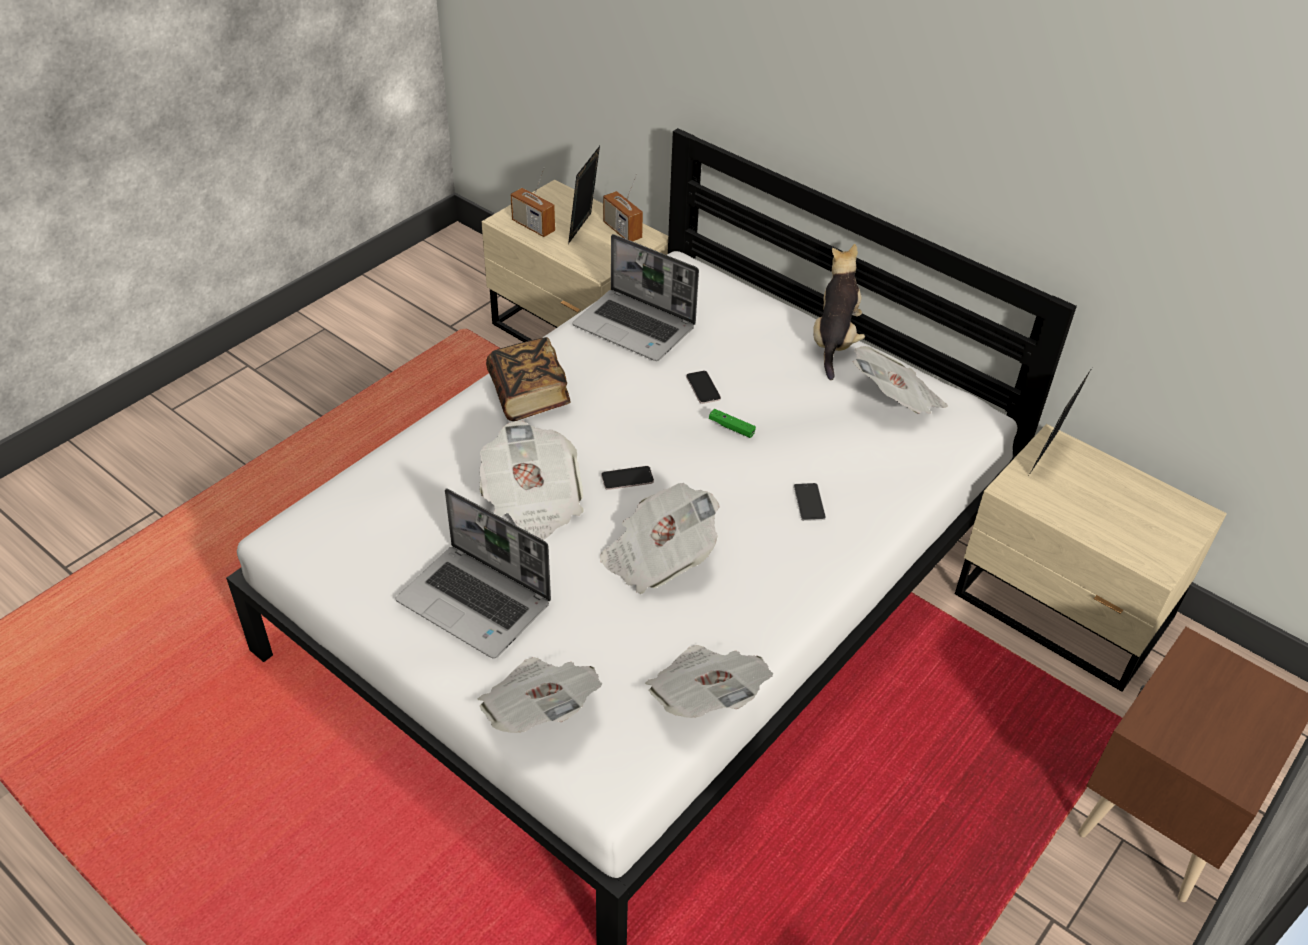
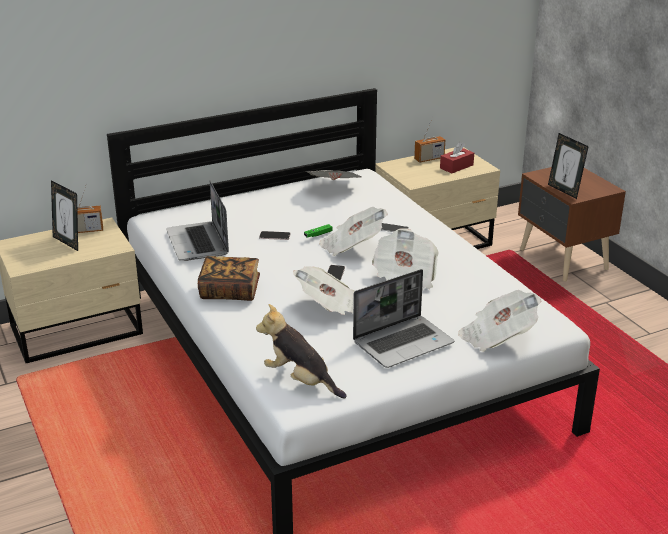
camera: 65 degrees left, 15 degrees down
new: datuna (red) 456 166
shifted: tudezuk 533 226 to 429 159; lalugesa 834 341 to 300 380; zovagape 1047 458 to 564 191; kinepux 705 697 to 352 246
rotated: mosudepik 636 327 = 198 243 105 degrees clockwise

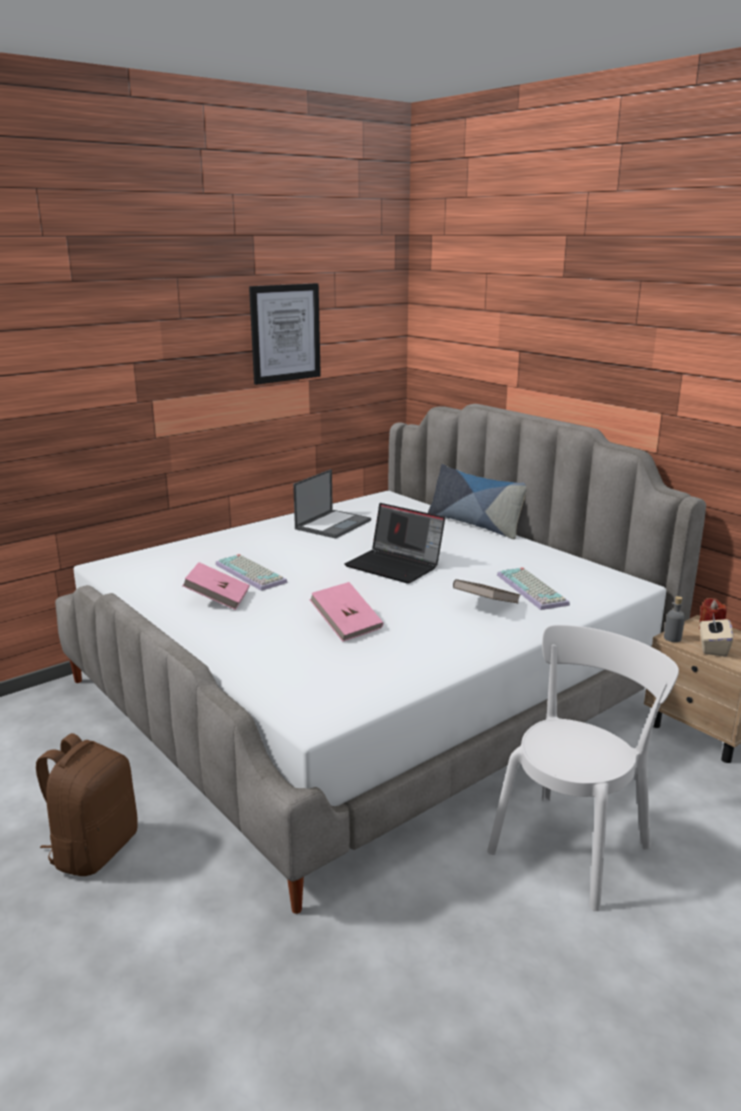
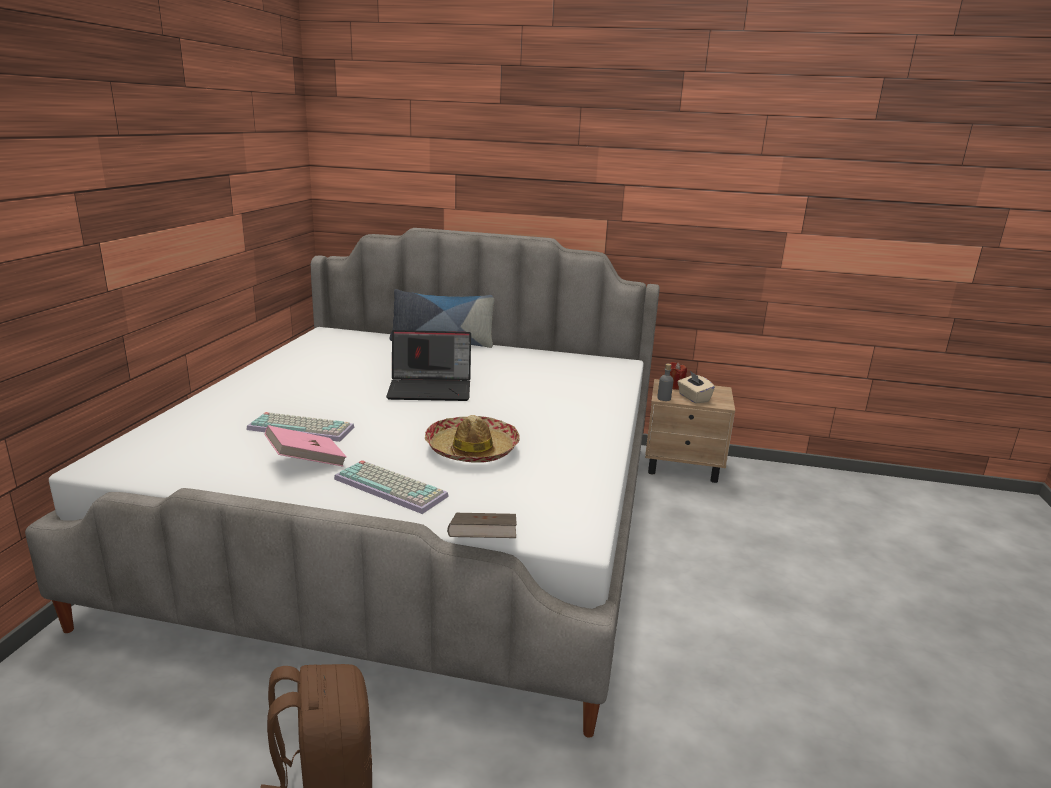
camera: 40 degrees left, 0 degrees up
gone: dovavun 285 333; mosudepik 333 524; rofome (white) 572 844
shifted: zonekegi 533 590 to 393 487; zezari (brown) 486 606 to 483 543
swapped: zezari (pink) 346 625 to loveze 472 449

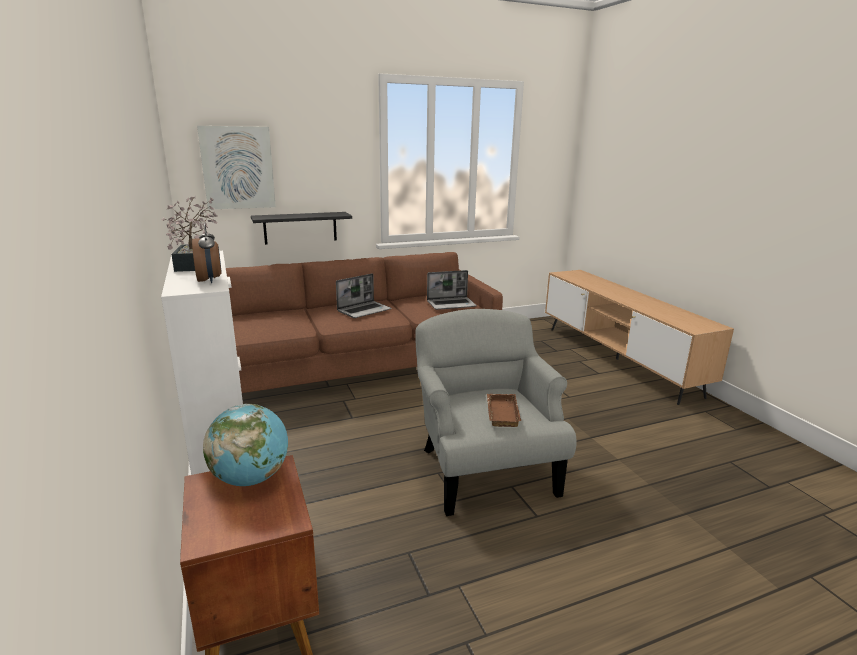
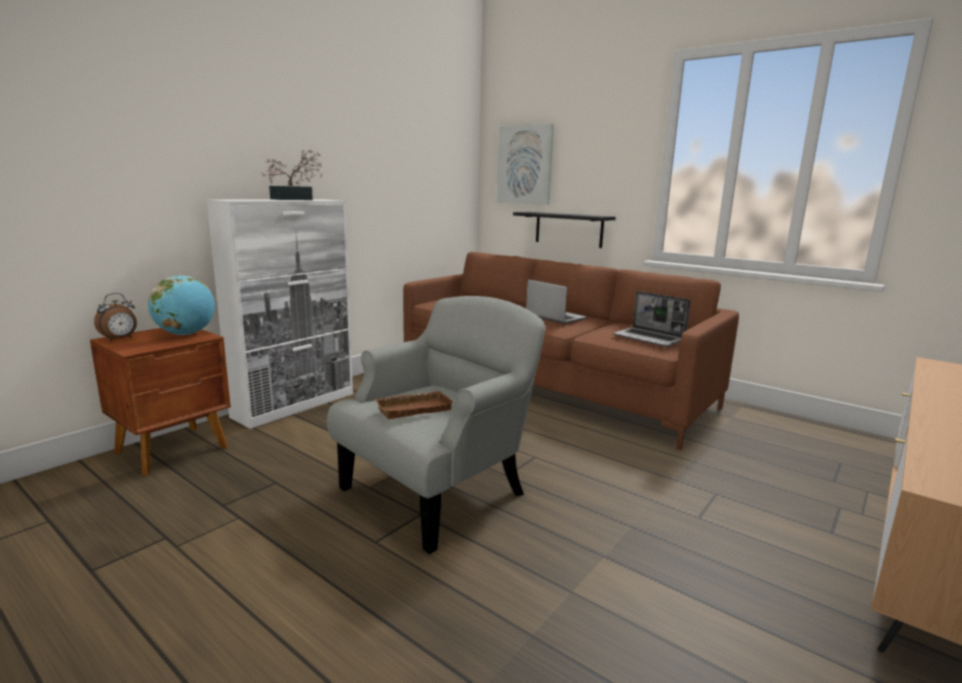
camera: 60 degrees right, 5 degrees down
shifted: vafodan 210 280 to 120 339
rotated: mosudepik 364 310 = 554 317 150 degrees counterclockwise

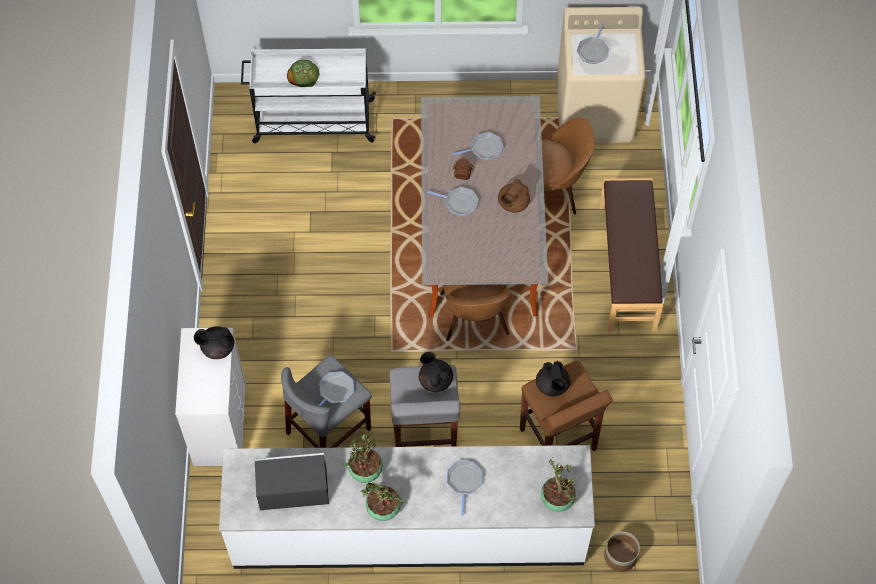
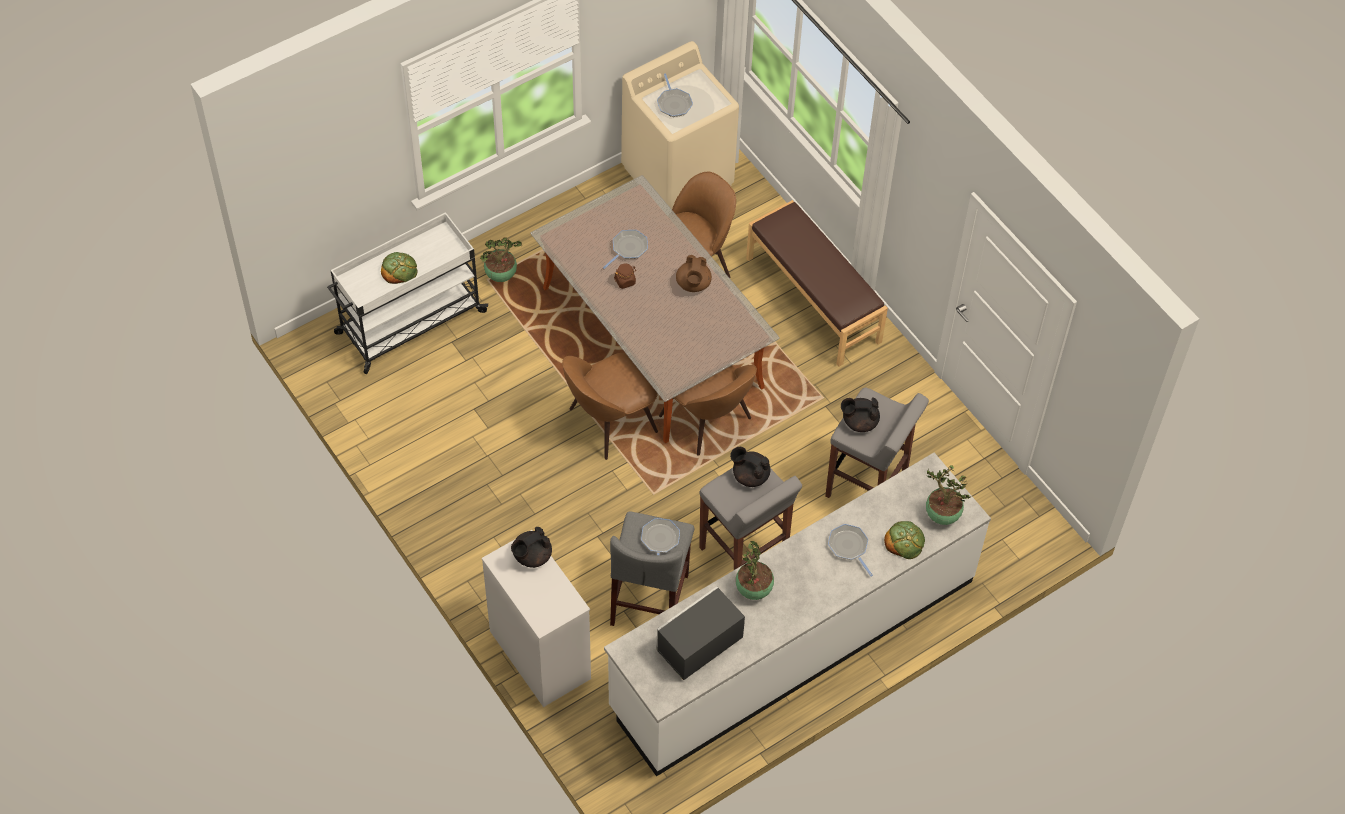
camera: 35 degrees left, 5 degrees down
gone: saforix 459 202; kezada 620 556
new: rofome (brown) 609 422; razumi 904 541
shifted: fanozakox 384 509 to 502 275
repainted: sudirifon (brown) 558 440 to sudirifon (grey) 867 487
rotated: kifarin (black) 552 386 = 859 421 135 degrees clockwise

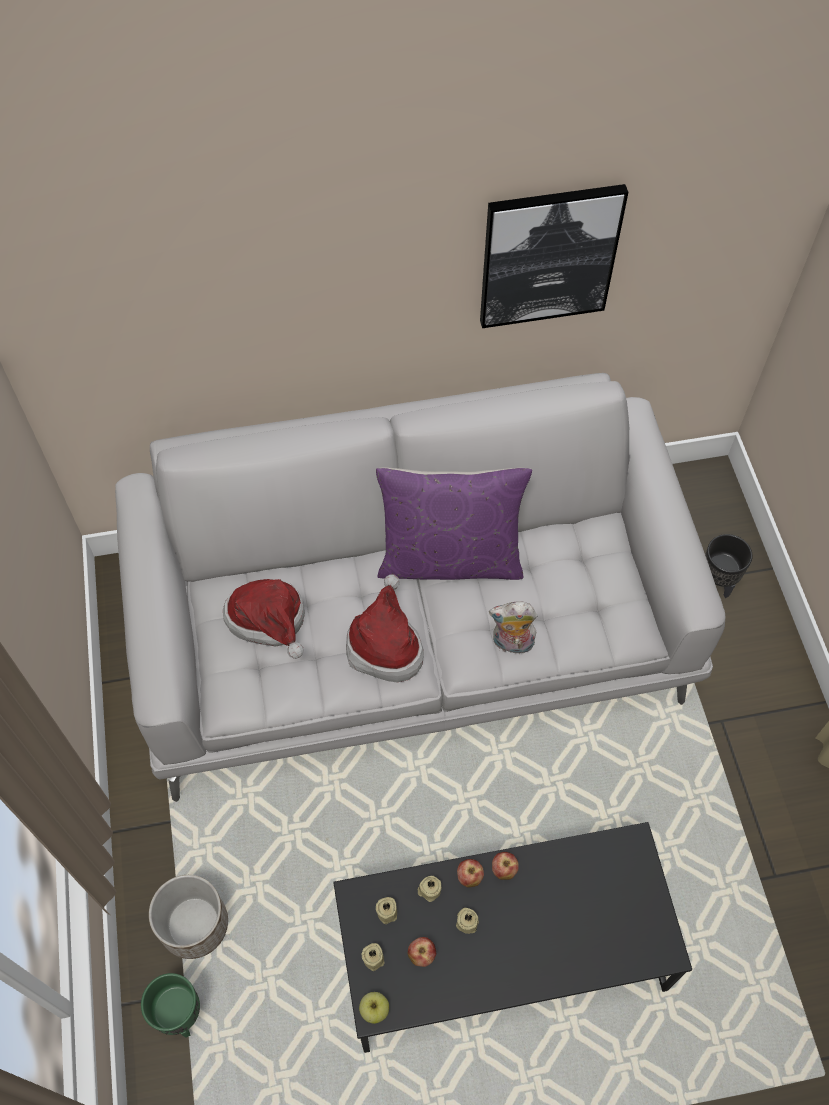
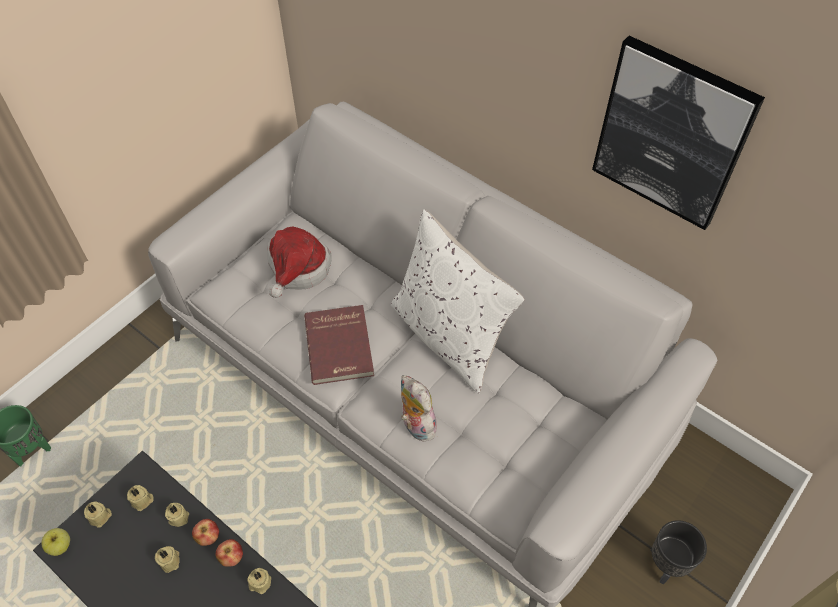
camera: 50 degrees right, 5 degrees down
gone: kezada 193 924; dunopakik 422 955
new: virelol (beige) 260 583
swapped: loveze 385 645 to zezari (red) 340 346
repainted: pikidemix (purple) 450 559 to pikidemix (white) 449 336

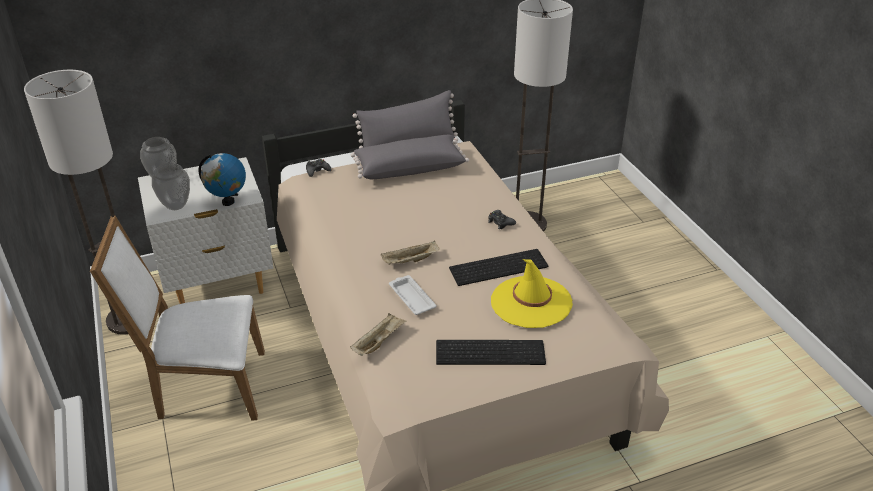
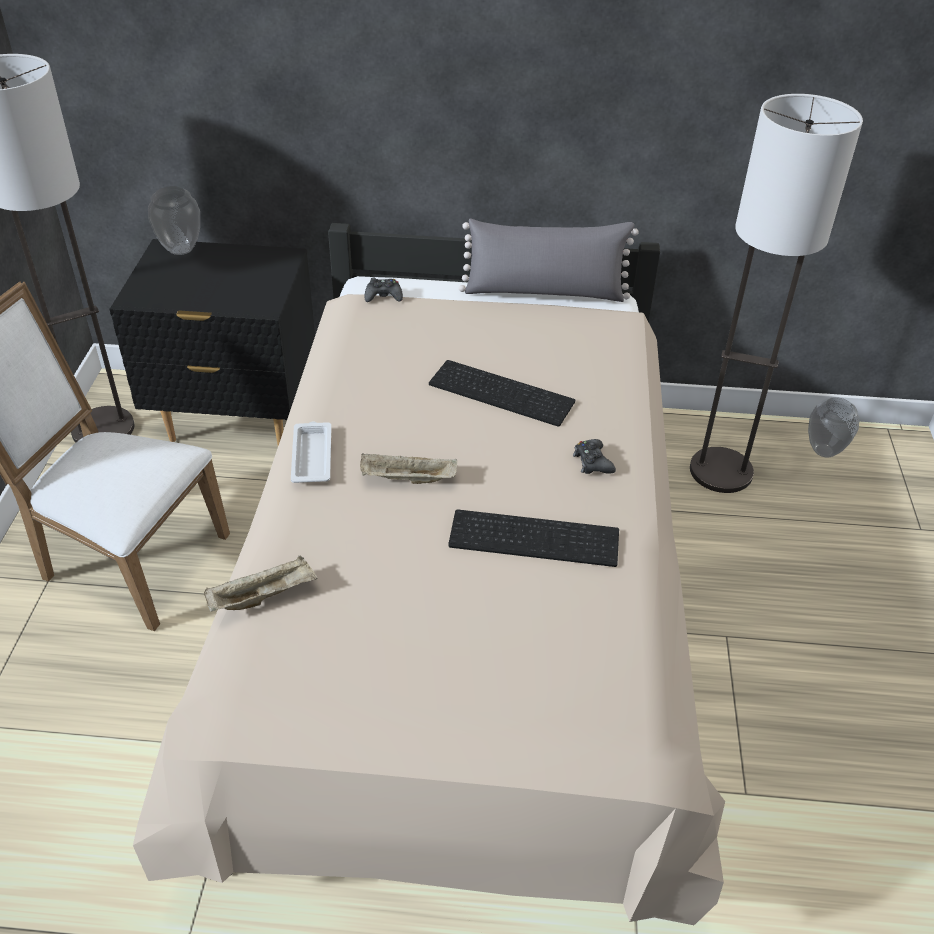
camera: 25 degrees right, 5 degrees up
gone: pikidemix (grey) 409 168; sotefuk 228 202; loveze (yellow) 531 302
shifted: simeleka 176 206 to 824 451; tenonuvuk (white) 411 297 to 312 456; zonekegi 491 351 to 503 392
repainted: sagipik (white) 219 285 to sagipik (black) 236 419

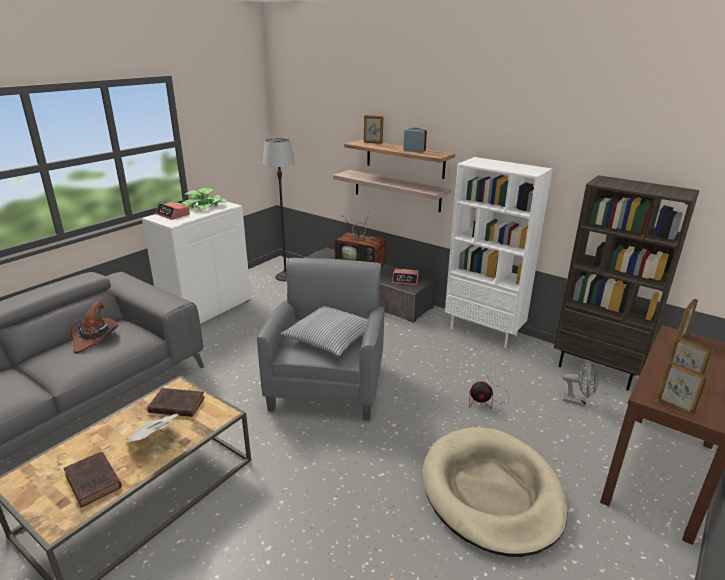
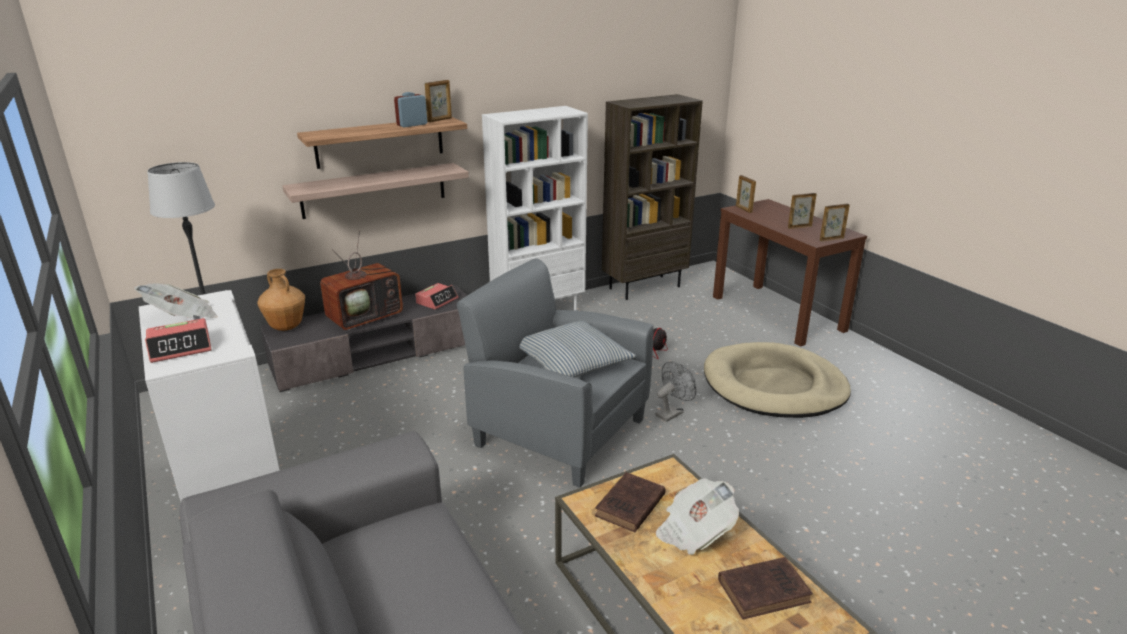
camera: 65 degrees left, 0 degrees up
gone: loveze (brown) 95 338
new: simeleka (brown) 286 327
shifted: zovagape 373 142 to 440 120; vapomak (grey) 578 401 to 672 412
swapped: fanozakox 204 207 to kinepux 183 318

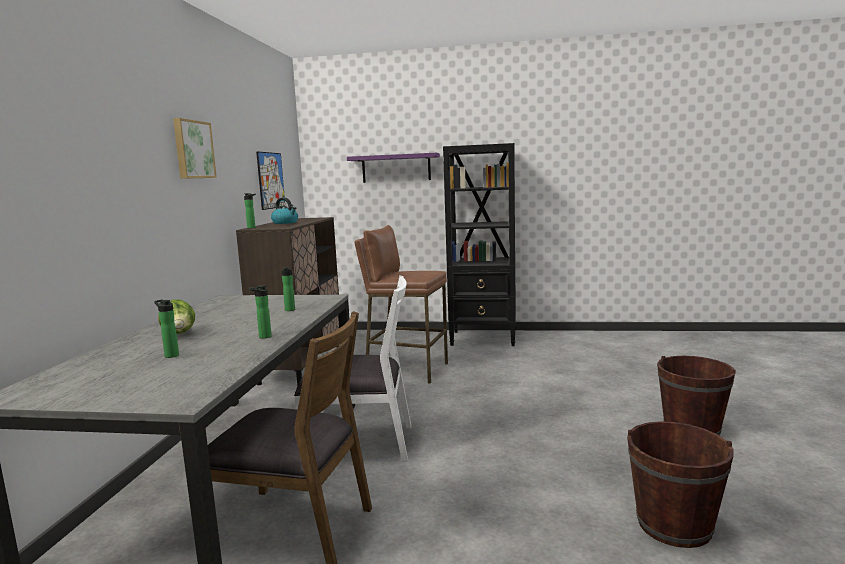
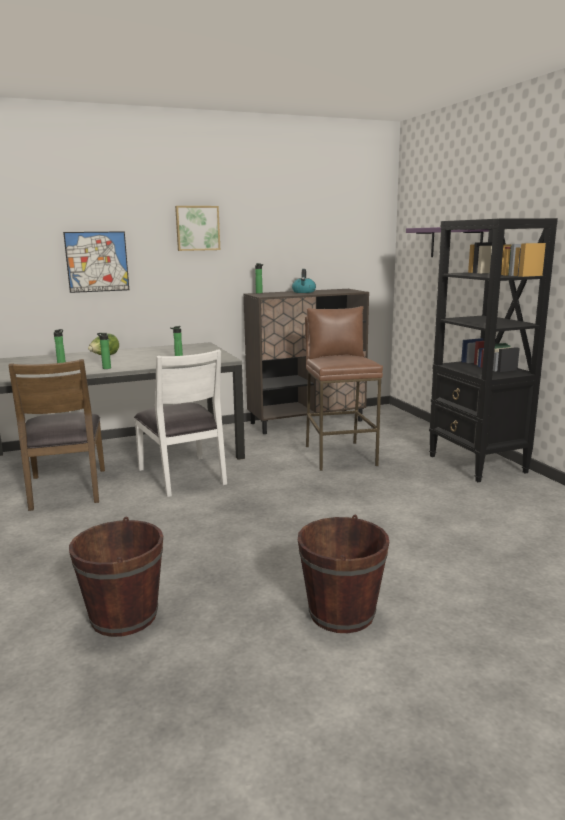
camera: 60 degrees right, 5 degrees up
shifted: dovavun 271 180 to 97 261

